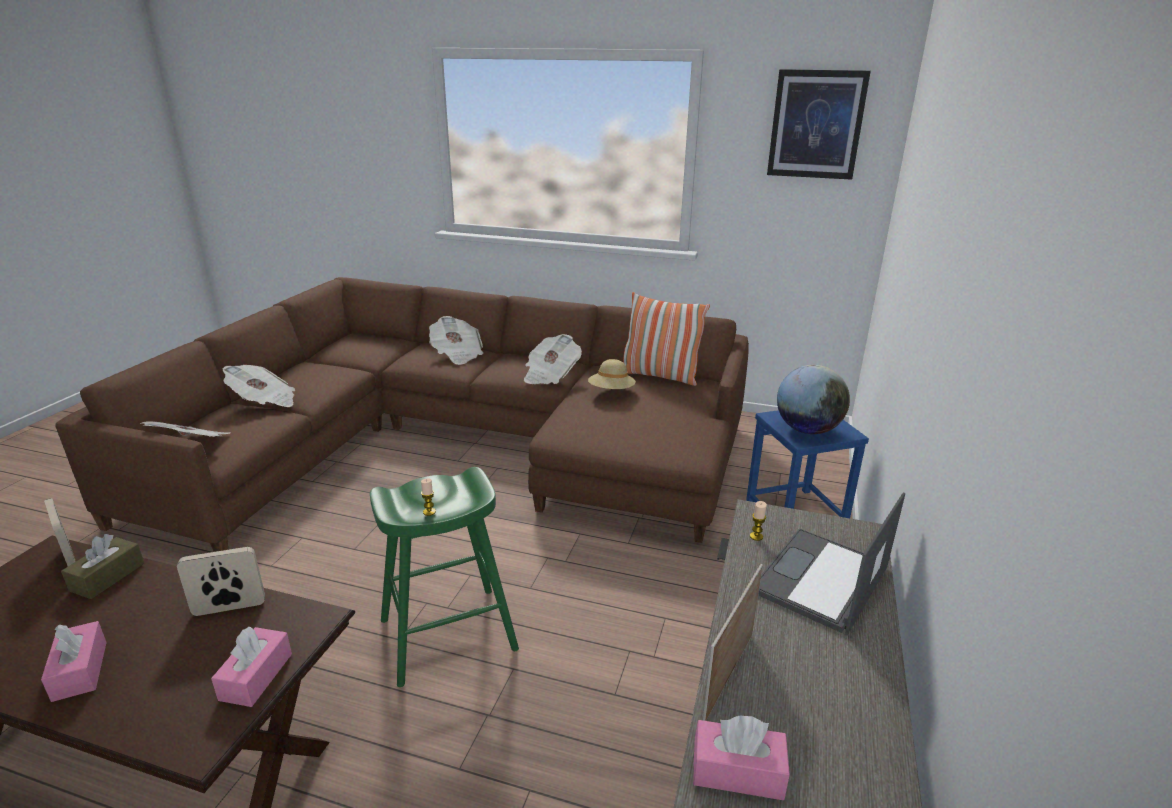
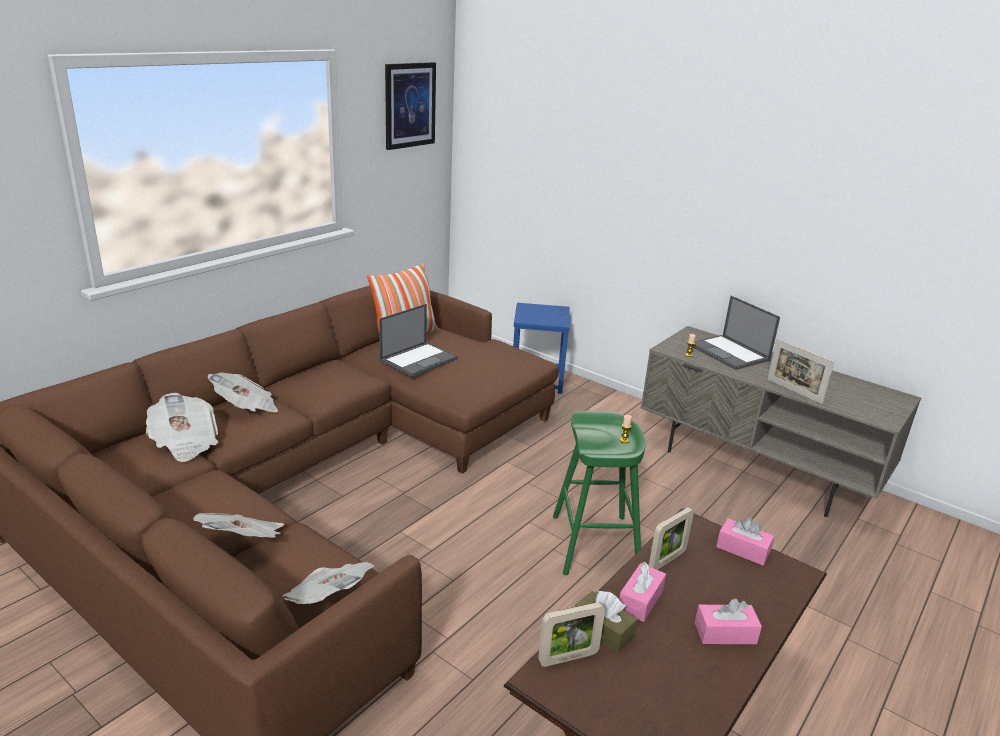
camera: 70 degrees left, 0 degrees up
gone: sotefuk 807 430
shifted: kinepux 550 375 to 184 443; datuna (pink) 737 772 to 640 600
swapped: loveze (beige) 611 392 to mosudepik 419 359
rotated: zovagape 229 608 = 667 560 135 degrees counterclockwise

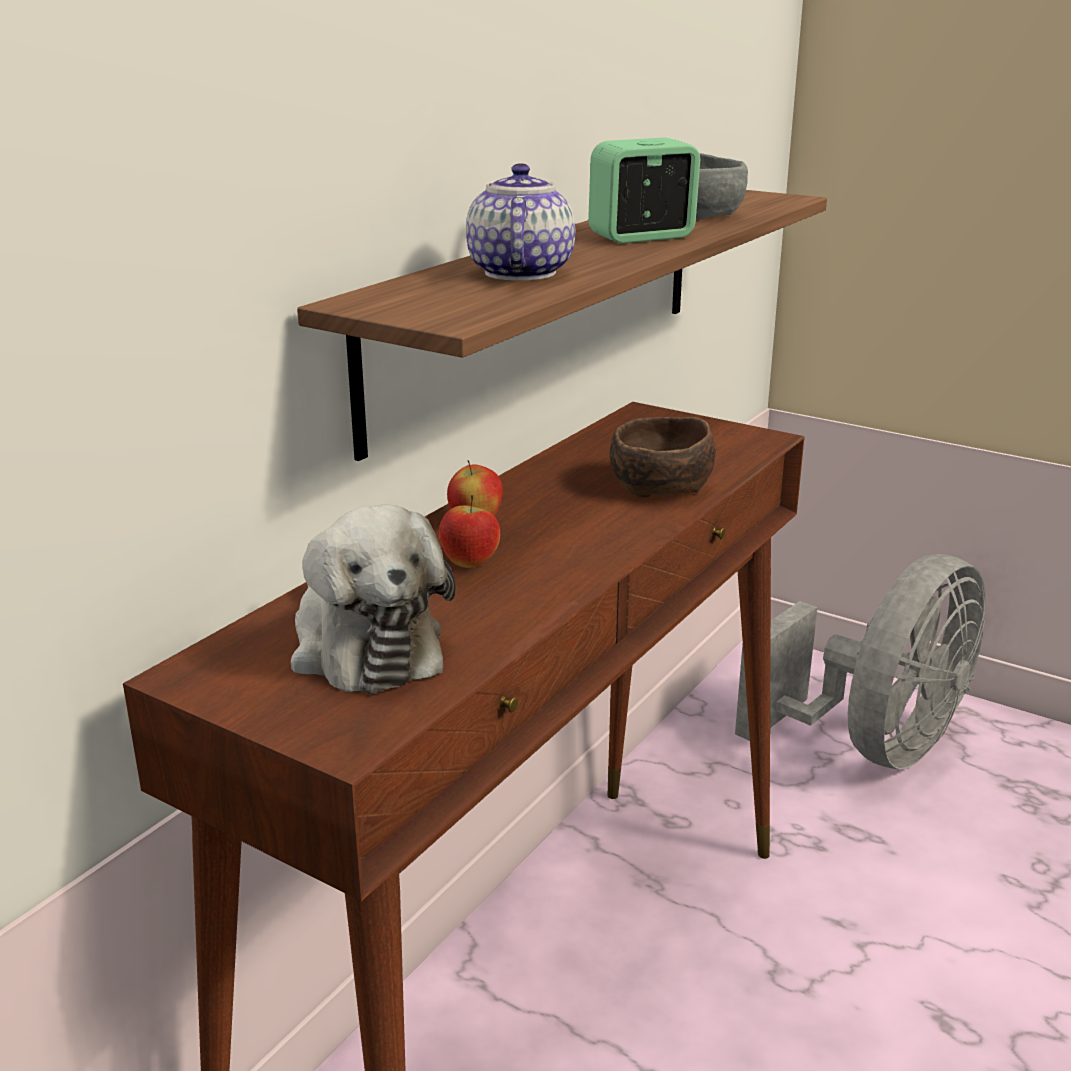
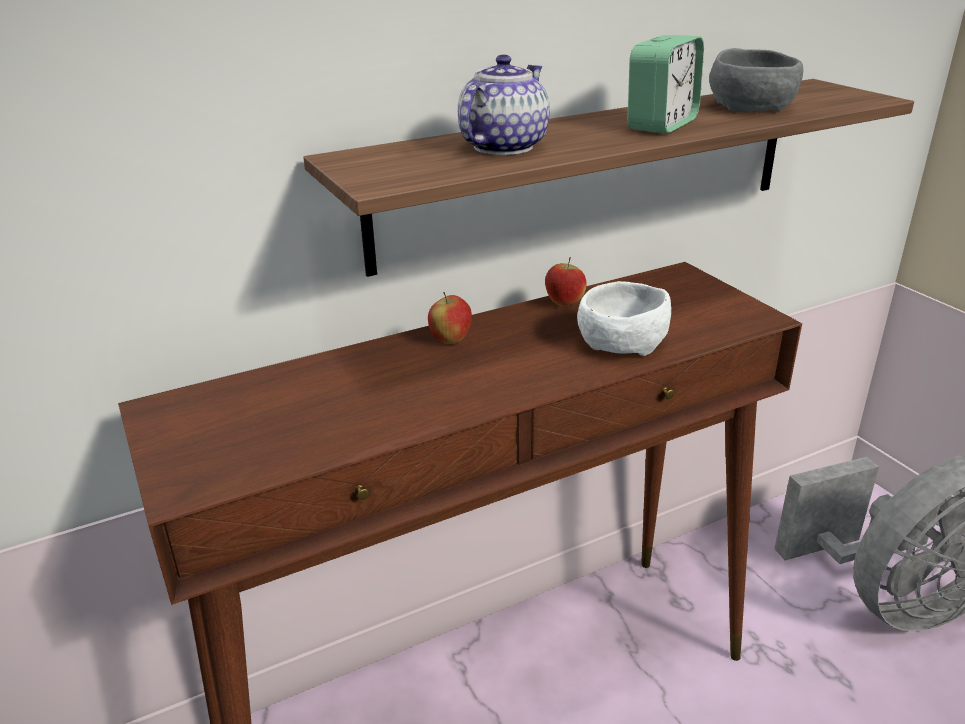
camera: 30 degrees right, 5 degrees up
gone: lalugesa 364 645
shifted: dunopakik 469 564 to 564 304
repainted: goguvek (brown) 658 487 to goguvek (white) 619 343
rotated: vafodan 642 237 = 662 125 120 degrees clockwise

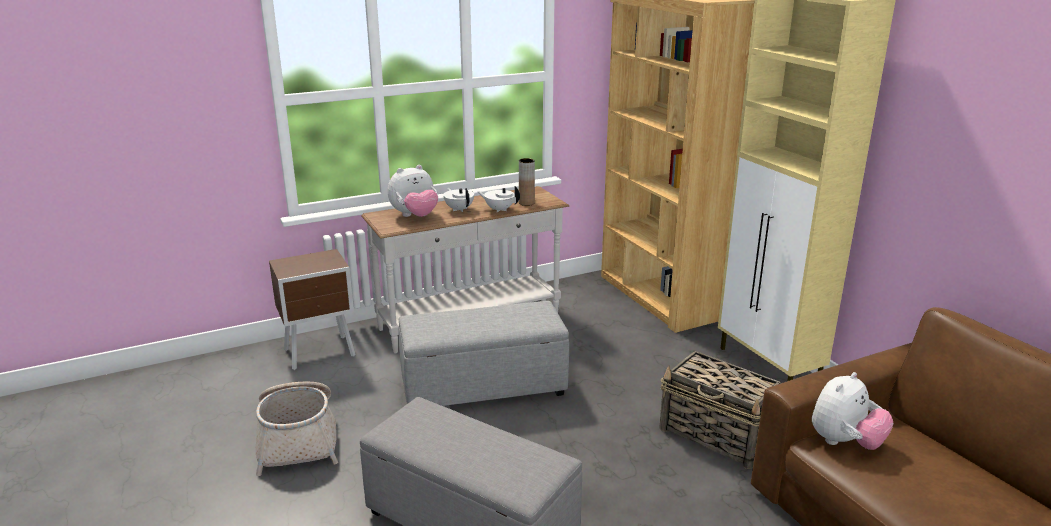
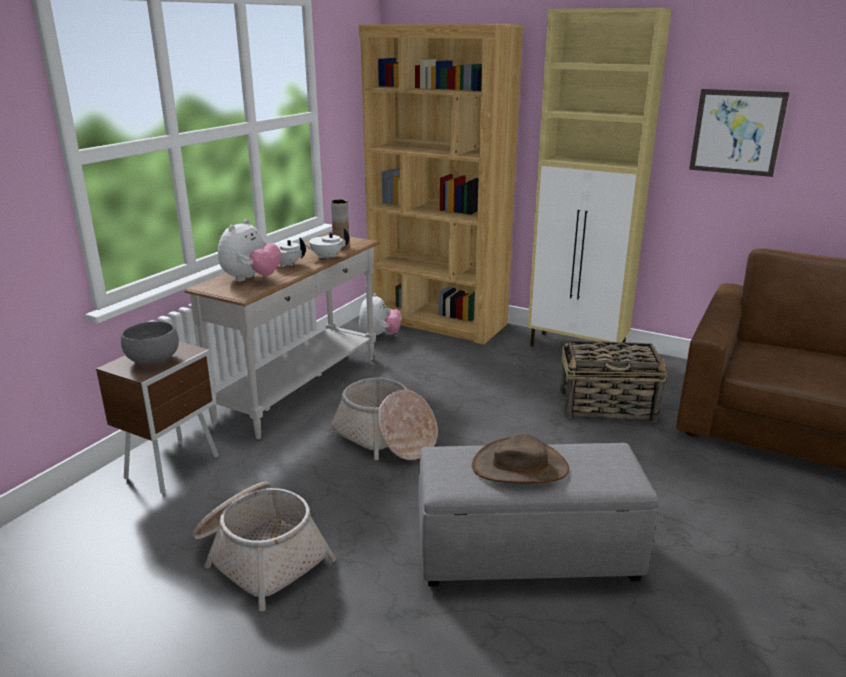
camera: 35 degrees left, 0 degrees up
new: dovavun 737 132; goguvek (grey) 153 359; loveze (brown) 520 467
shifted: lalugesa 845 443 to 379 336
swapped: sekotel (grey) 482 387 to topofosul 385 438

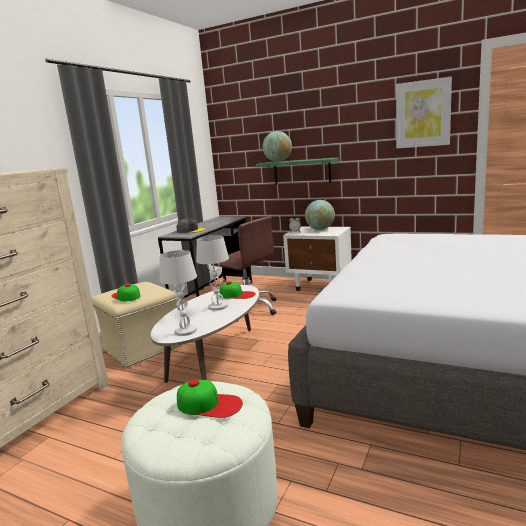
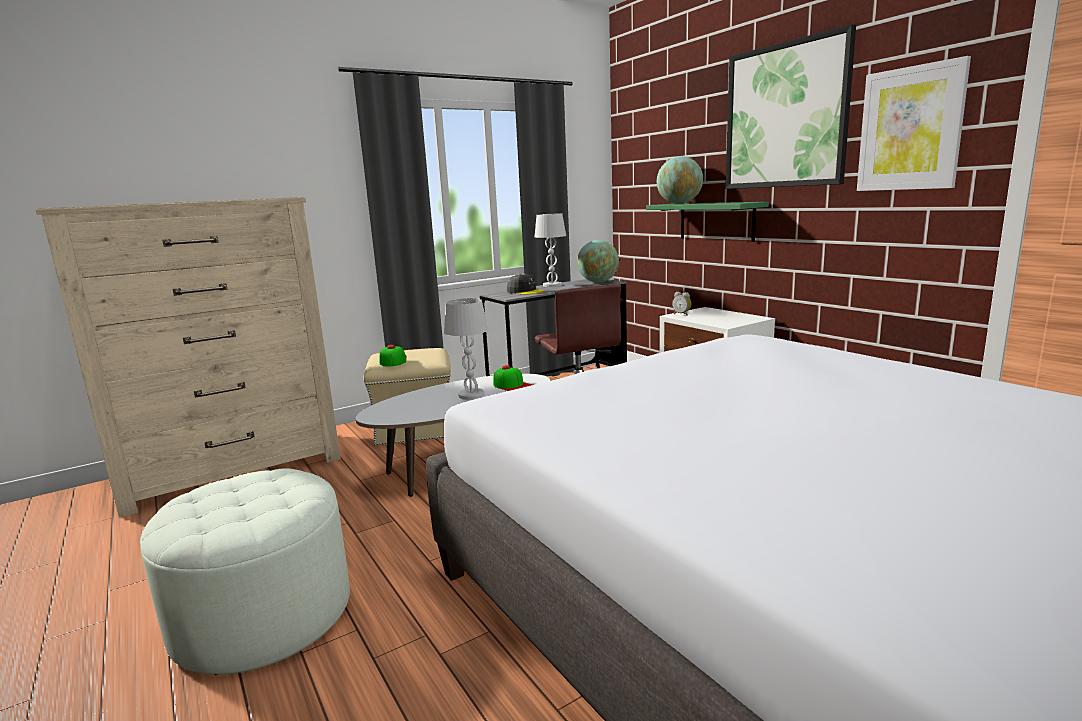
camera: 30 degrees right, 0 degrees up
gone: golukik 209 404
new: dovavun 785 116
shifted: sotefuk 320 229 to 598 282; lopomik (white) 185 331 to 552 285

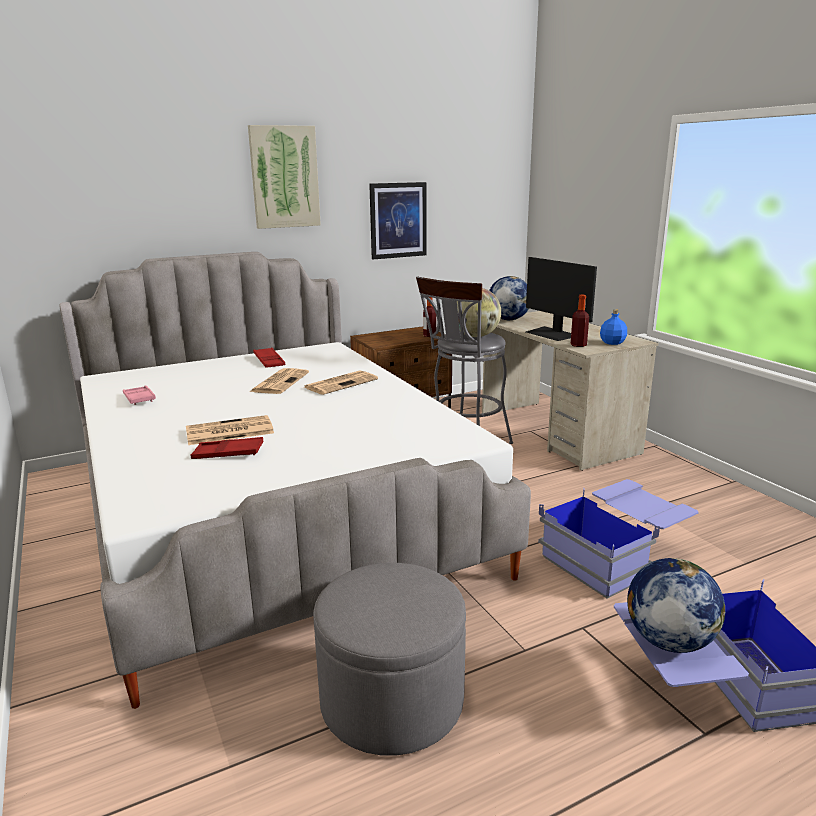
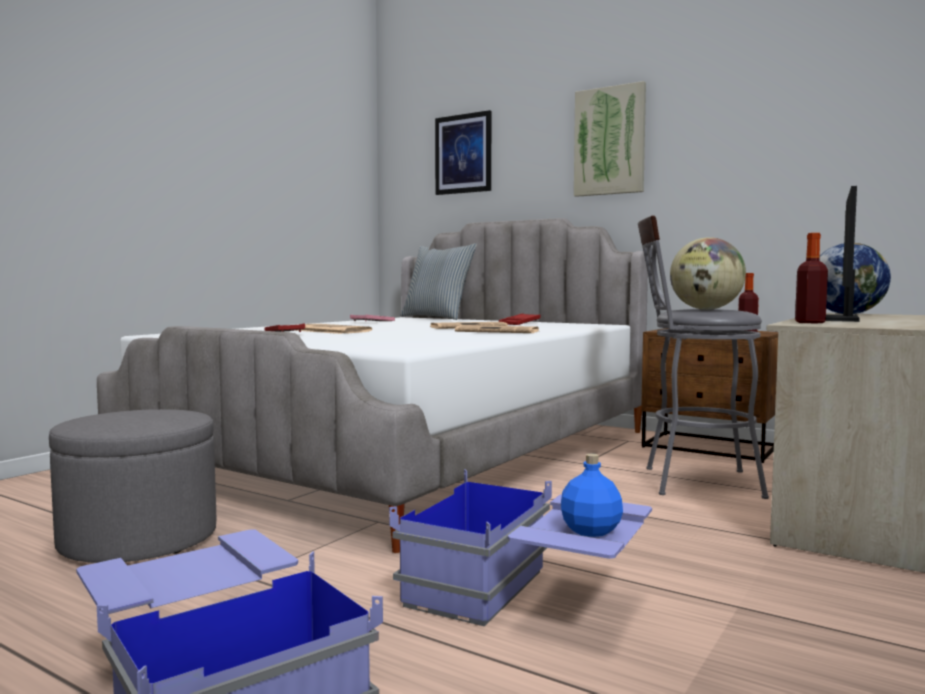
camera: 60 degrees right, 15 degrees down
gone: sotefuk 668 641
new: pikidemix 437 318
shifted: dovavun 398 220 to 463 154; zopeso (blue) 612 343 to 590 530

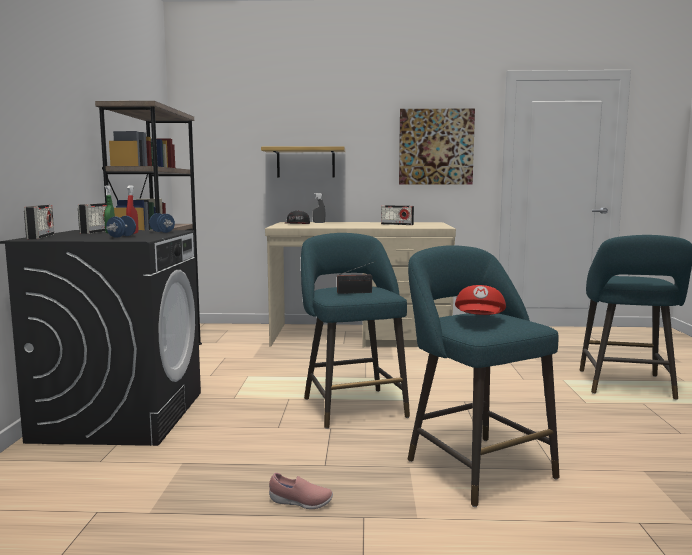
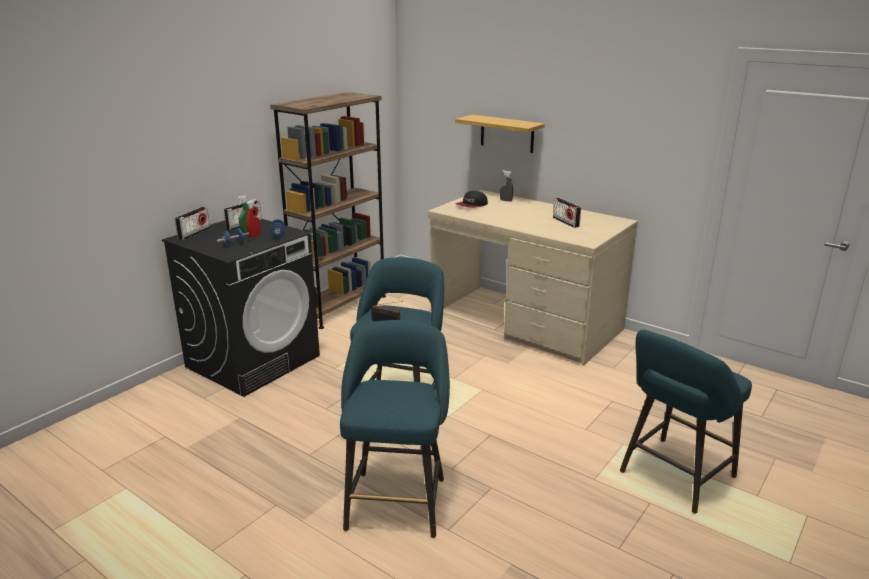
camera: 35 degrees right, 15 degrees up
gone: dovavun 436 147; golukik (red) 480 320; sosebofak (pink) 300 503

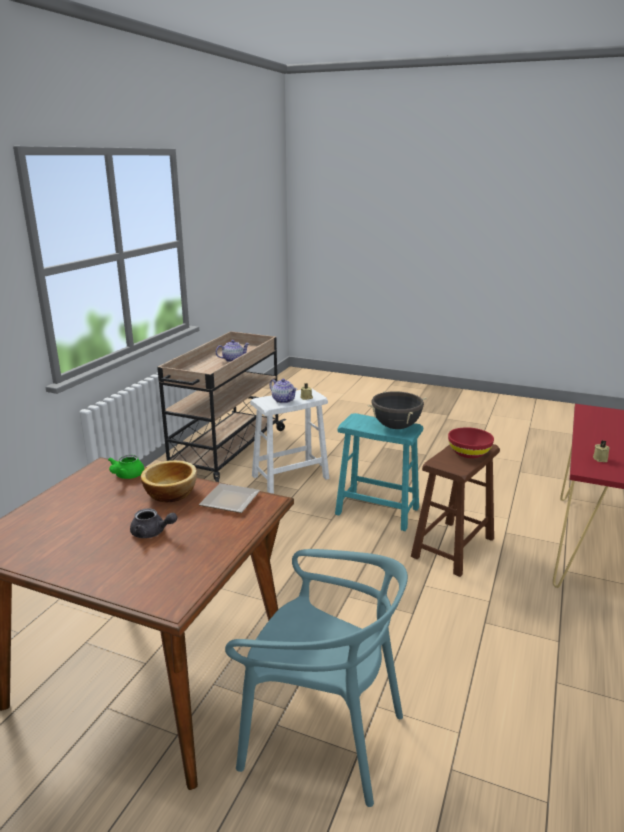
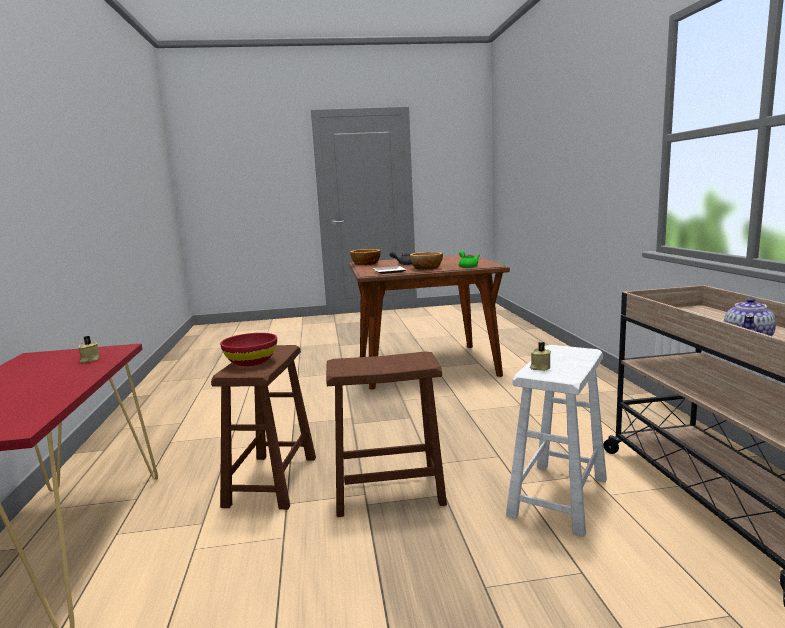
camera: 150 degrees right, 10 degrees down
gone: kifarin 284 400; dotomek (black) 396 427; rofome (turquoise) 322 735
new: goguvek 365 264
repainted: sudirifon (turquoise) 377 511 to sudirifon (brown) 388 492

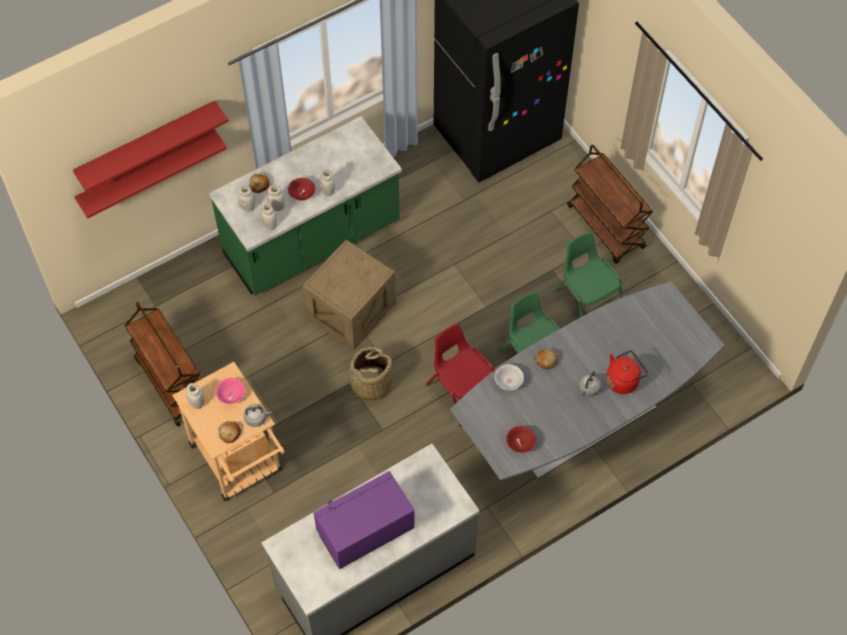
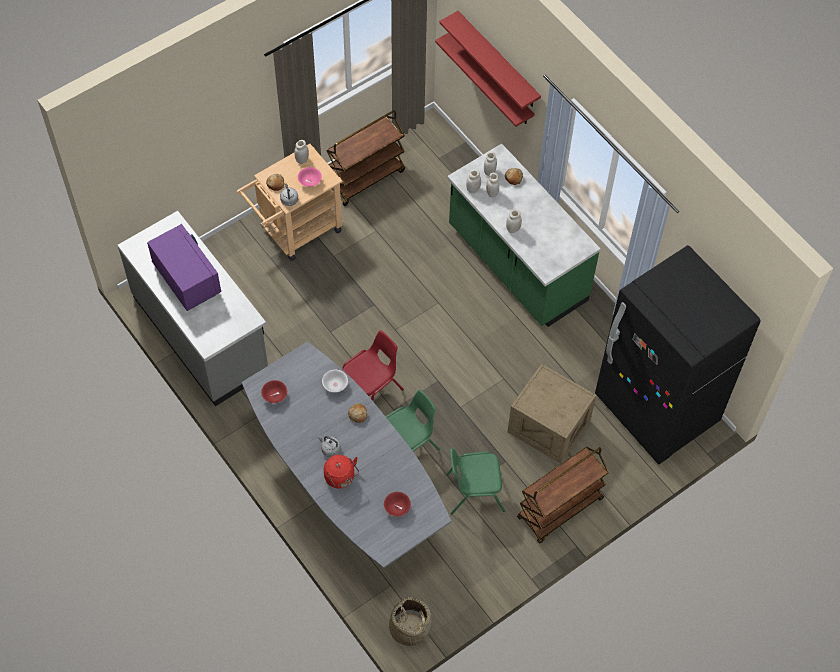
camera: 85 degrees right, 0 degrees up
shifted: goguvek (red) 302 194 to 397 508; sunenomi 351 310 to 549 427; topofosul 370 384 to 409 627
rotated: rofome (green) 586 301 = 474 492 150 degrees counterclockwise

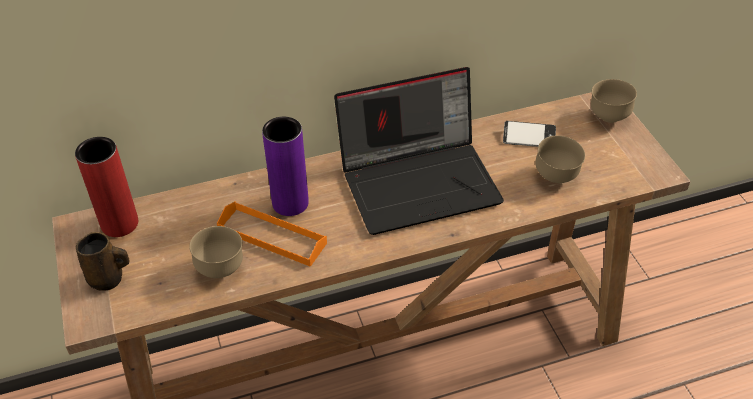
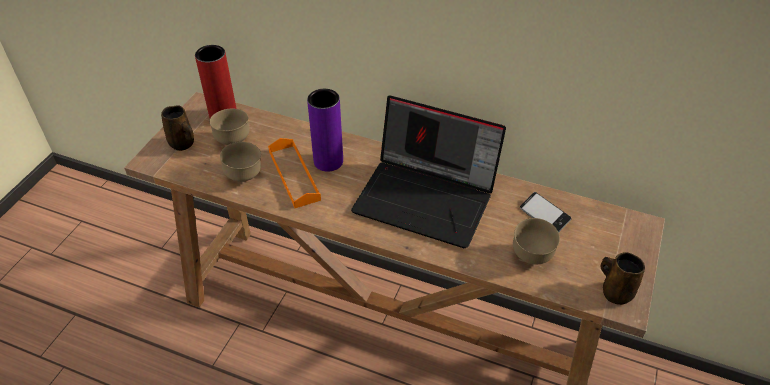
camera: 40 degrees right, 0 degrees up
new: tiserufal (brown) 615 292
shifted: goguvek (brown) 608 117 to 233 141

